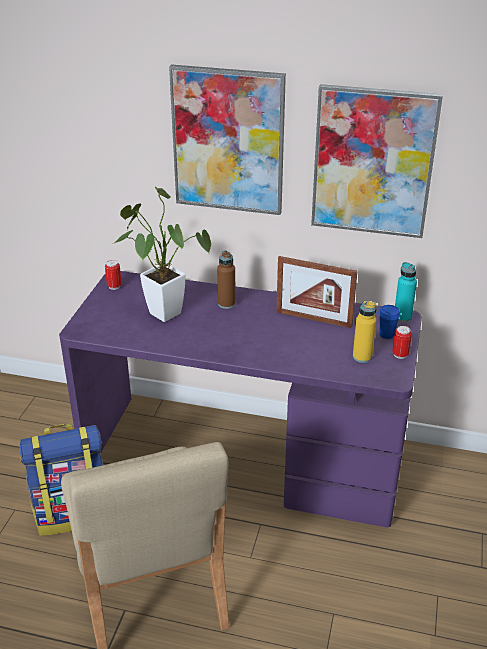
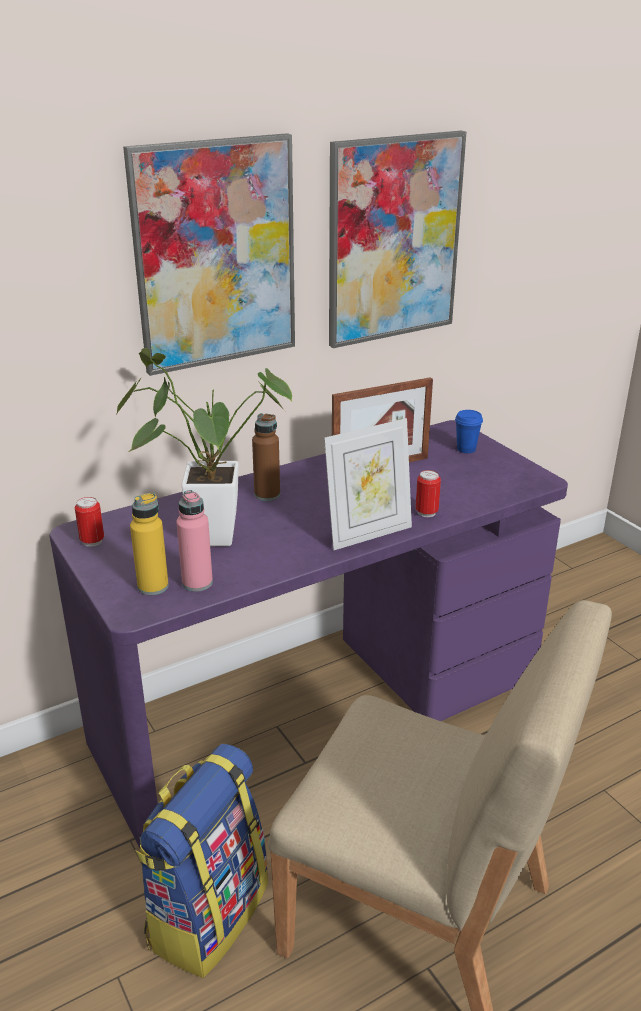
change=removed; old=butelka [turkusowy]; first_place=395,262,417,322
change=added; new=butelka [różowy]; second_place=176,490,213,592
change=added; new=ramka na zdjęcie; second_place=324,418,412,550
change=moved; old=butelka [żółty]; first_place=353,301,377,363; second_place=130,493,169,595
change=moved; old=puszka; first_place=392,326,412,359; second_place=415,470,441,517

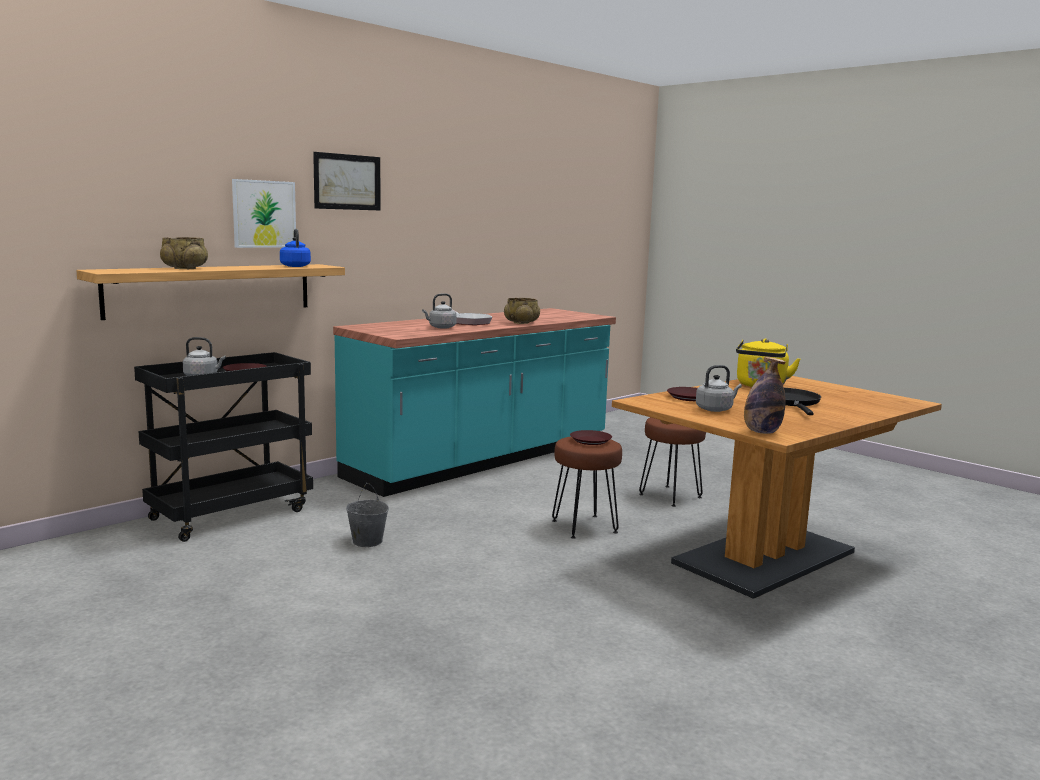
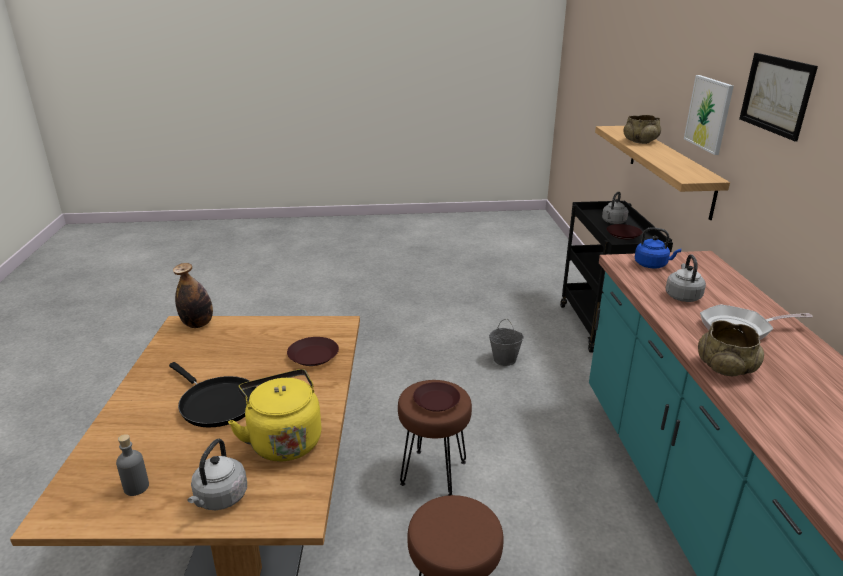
change=added; new=butelka [szary]; second_place=116,434,149,496
change=moved; old=czajnik [niebieski]; first_place=280,229,311,267; second_place=635,227,681,269
change=moved; old=czajnik [szary]; first_place=696,365,742,412; second_place=187,439,247,510

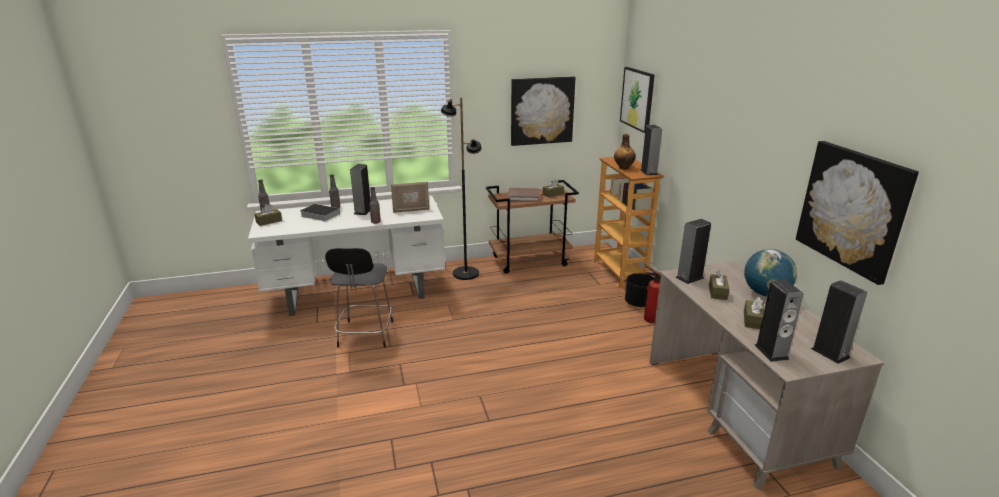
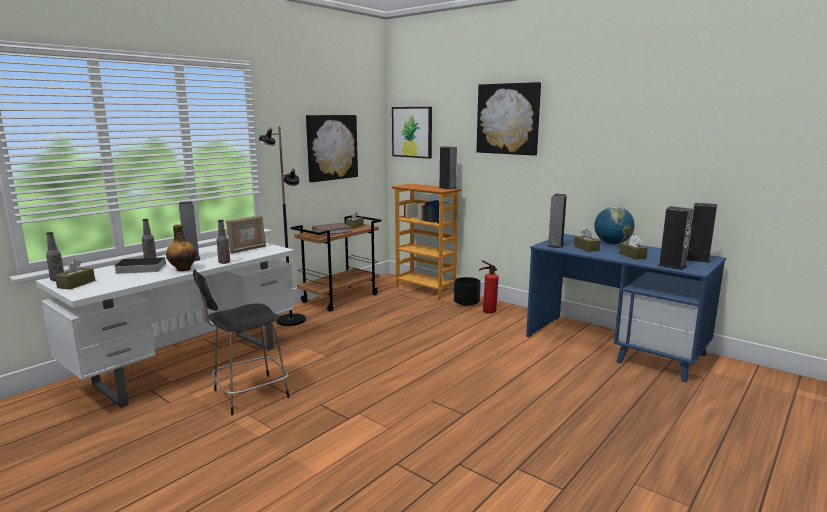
change=moved; old=butelka; first_place=614,134,636,170; second_place=166,224,197,271
change=moved; old=obraz; first_place=796,141,919,285; second_place=477,82,541,156
change=recoloured; old=biurko [beżowy]; new=biurko [niebieski]; first_place=649,261,884,490; second_place=526,234,726,382
change=turned; old=krzesło [czarny]; first_place=325,248,393,347; second_place=193,269,290,415; degrees=90

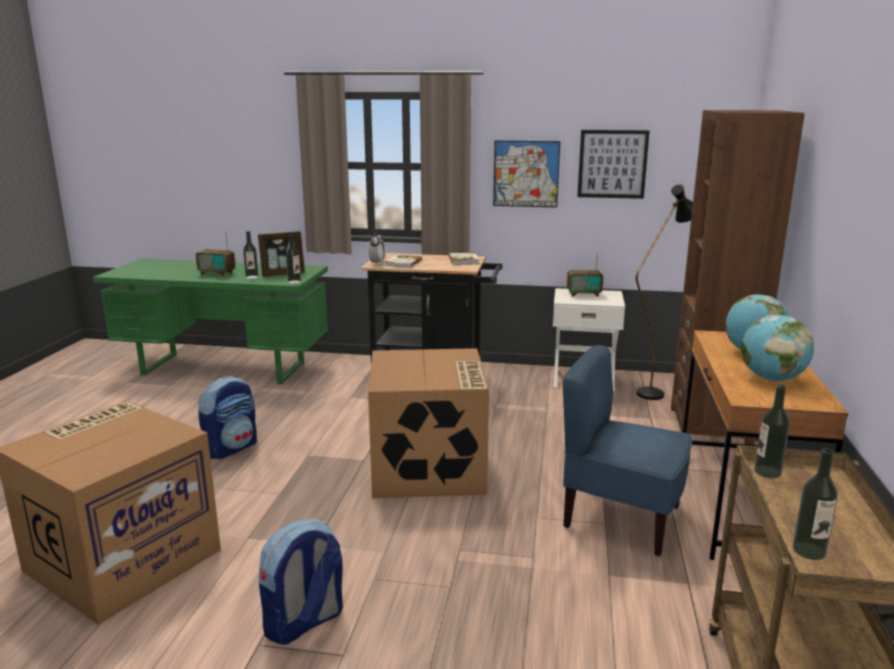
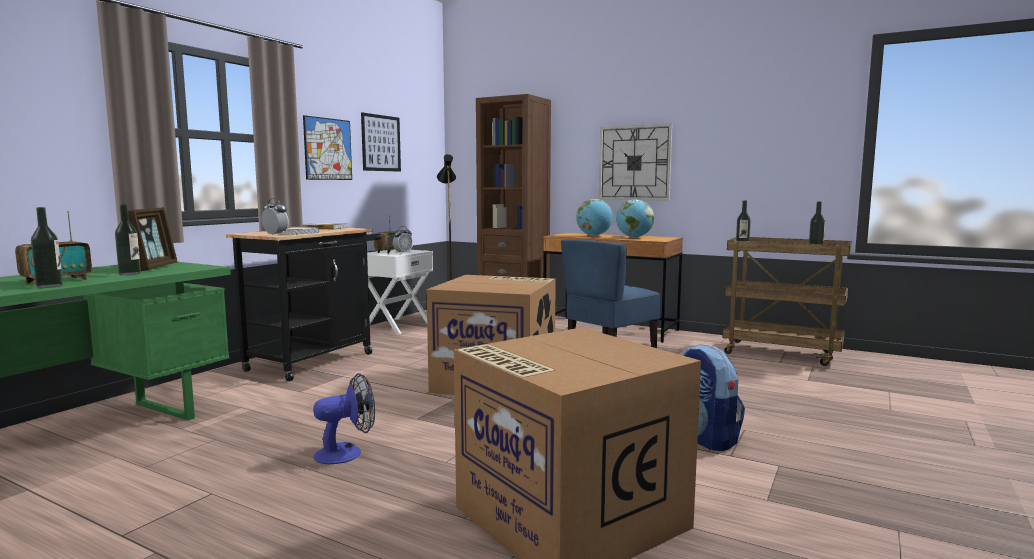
change=added; new=budzik; second_place=393,226,413,253
change=added; new=zegar ścienny; second_place=599,124,672,201
change=moved; old=butelka; first_place=286,235,301,284; second_place=31,207,63,288
change=replaced; old=plecak; new=wentylator; first_place=198,376,257,459; second_place=313,373,375,464

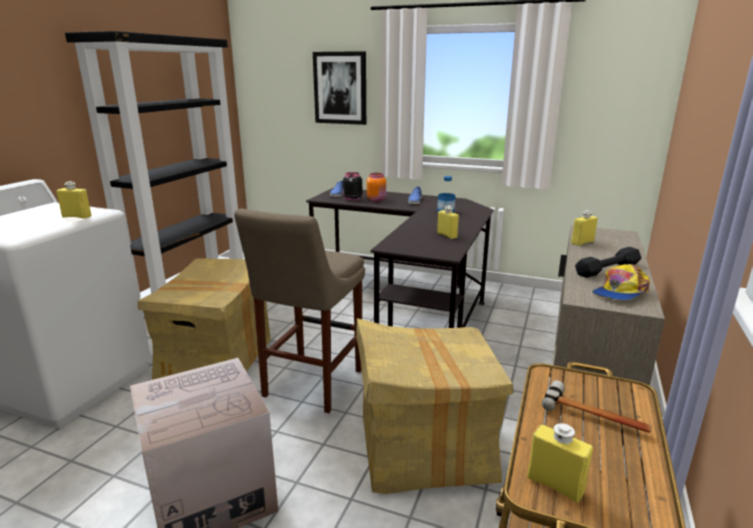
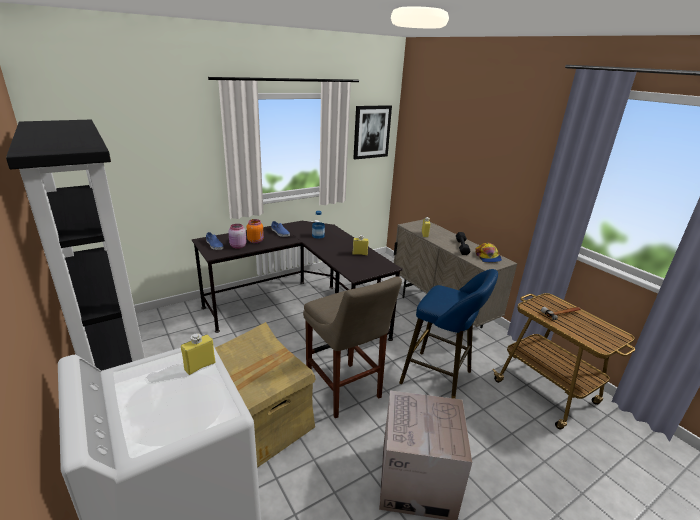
change=removed; old=butelka [żółty]; first_place=527,423,593,503
change=moved; old=obraz; first_place=313,51,366,125; second_place=353,105,392,159
change=replaced; old=karton; new=stołek [niebieski]; first_place=356,318,514,494; second_place=399,269,498,399
change=recoloured; old=słoik [czarny]; new=słoik [różowy]; first_place=343,172,362,201; second_place=228,224,246,249

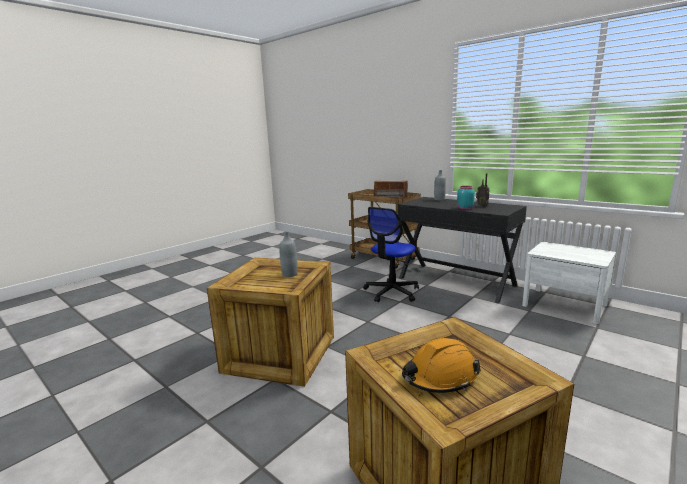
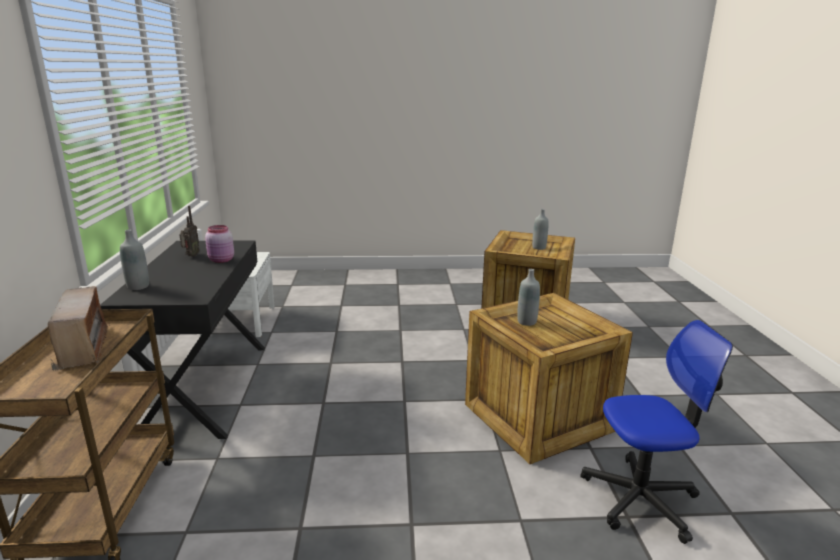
change=moved; old=krzesło biurowe; first_place=363,207,419,302; second_place=580,320,733,544
change=replaced; old=kask [pomarańczowy]; new=butelka [szary]; first_place=402,338,481,393; second_place=532,209,549,250
change=recoloured; old=słoik [turkusowy]; new=słoik [różowy]; first_place=457,186,475,210; second_place=205,225,234,263

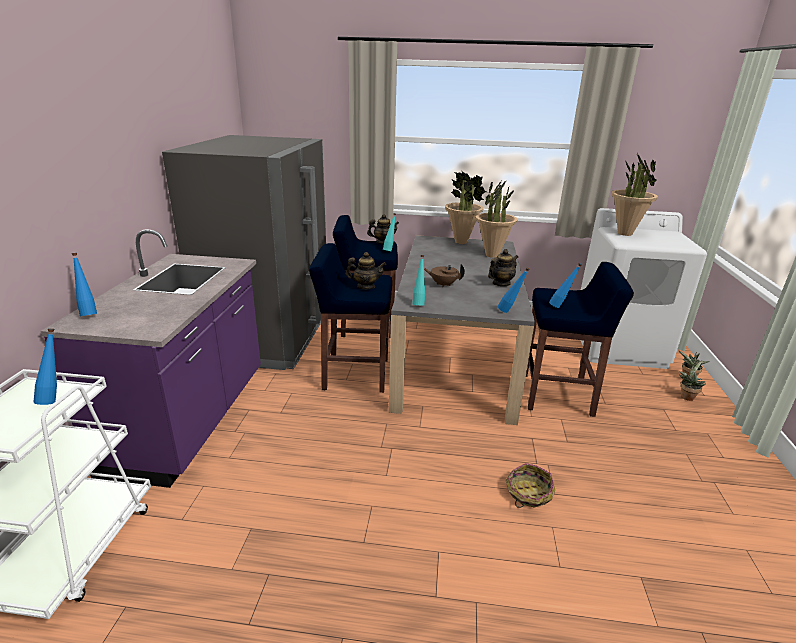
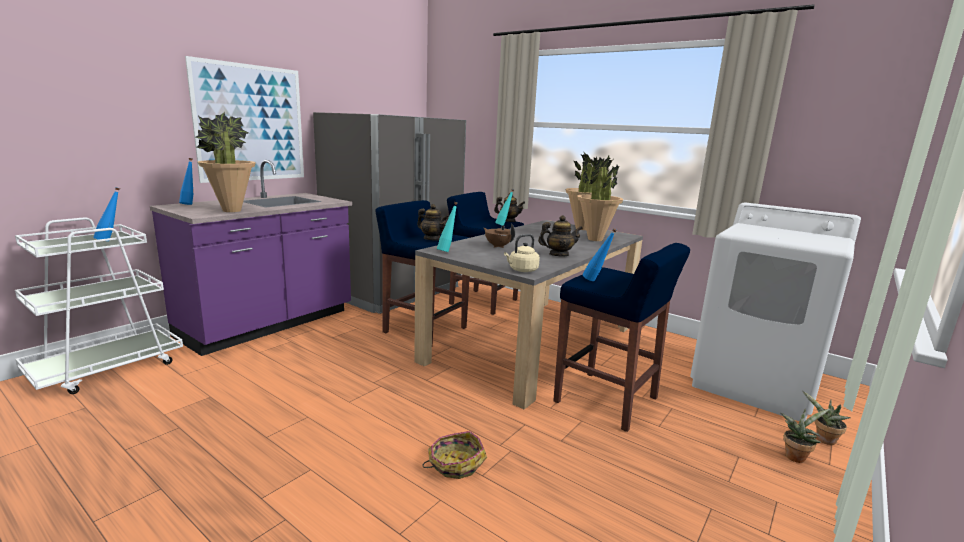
change=added; new=obraz; second_place=185,56,304,183
change=moved; old=roślina doniczkowa; first_place=611,153,658,236; second_place=195,112,256,212
change=replaced; old=butelka [niebieski]; new=czajnik [beżowy]; first_place=497,267,530,313; second_place=504,234,540,272

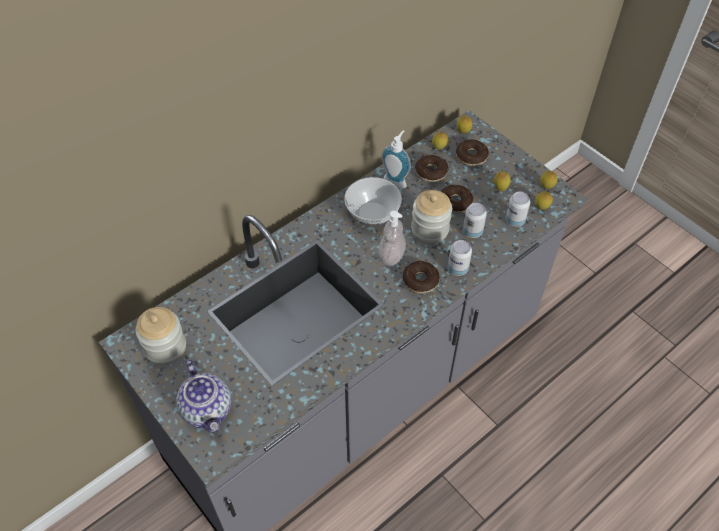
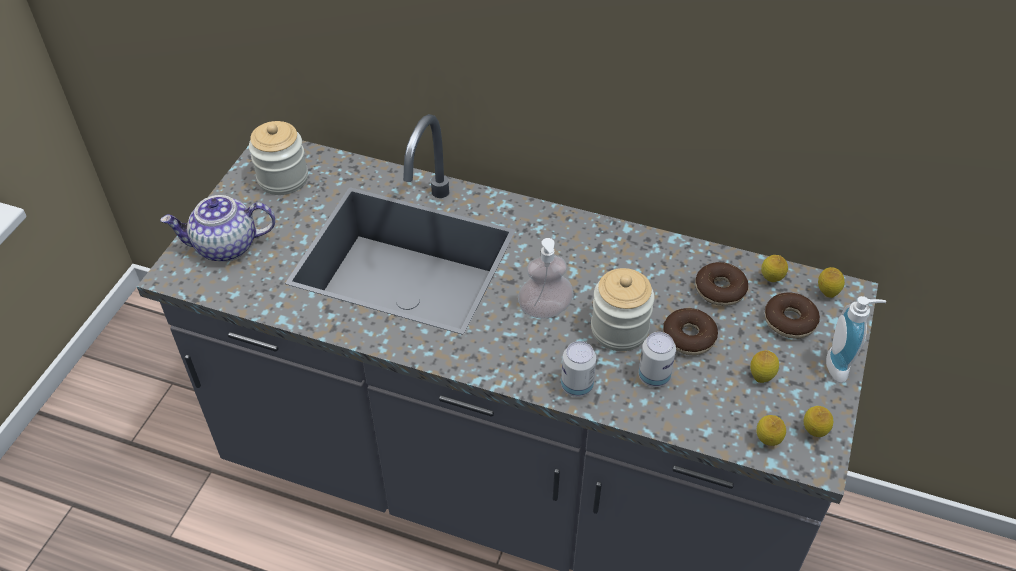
change=removed; old=miska; first_place=344,177,402,226
change=removed; old=donut; first_place=403,261,440,294
change=removed; old=puszka; first_place=506,191,530,227
change=moved; old=dozownik mydła; first_place=381,130,411,189; second_place=826,296,886,383
change=turned; old=imbryk; first_place=176,360,231,433; second_place=160,195,275,262; degrees=45

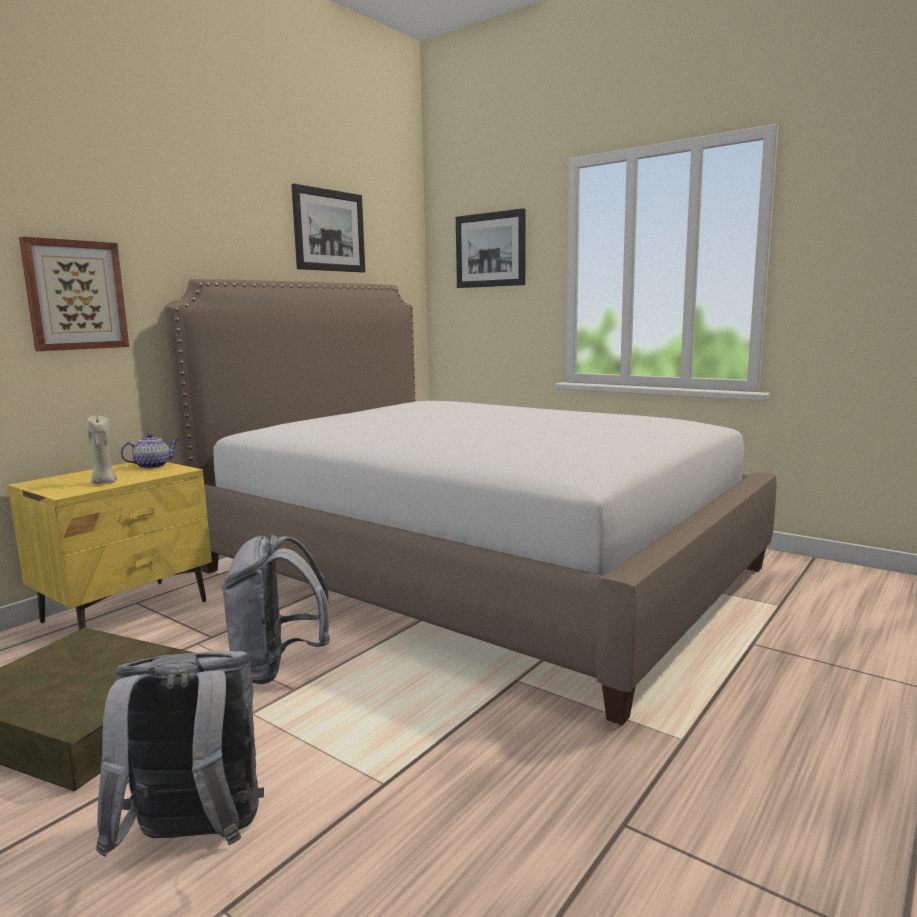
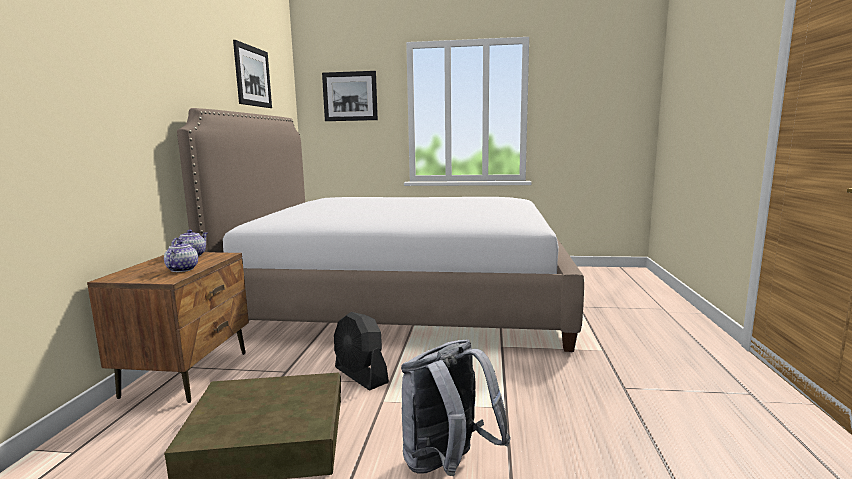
change=removed; old=obraz; first_place=19,237,129,351
change=replaced; old=świeca [beżowy]; new=imbryk; first_place=87,416,117,484; second_place=164,240,198,272
change=replaced; old=plecak [szary]; new=wentylator [czarny]; first_place=221,534,330,684; second_place=334,312,389,390
change=recoloured; old=szafka nocna [żółty]; new=szafka nocna [brązowy]; first_place=8,462,212,630; second_place=87,252,249,403

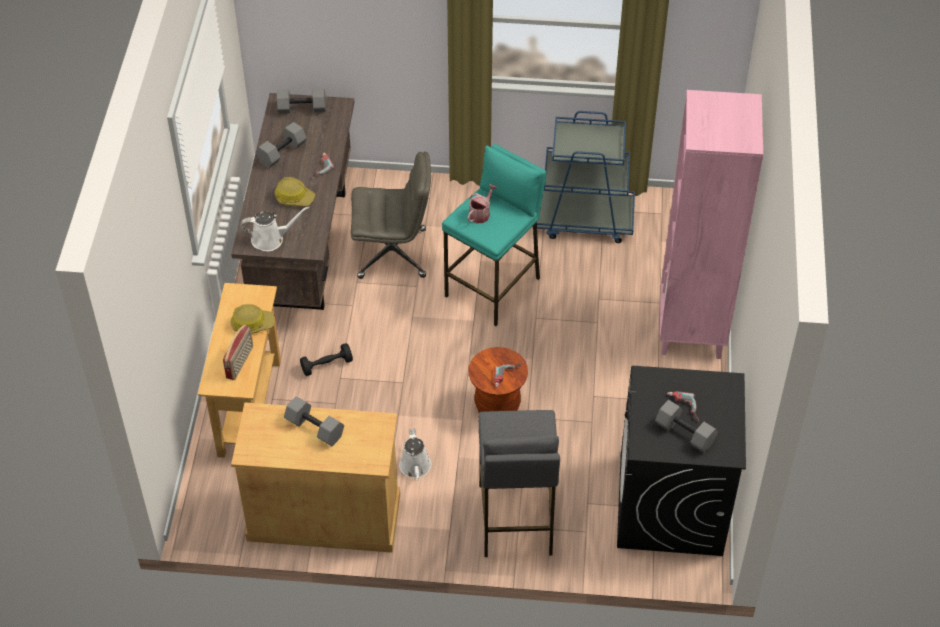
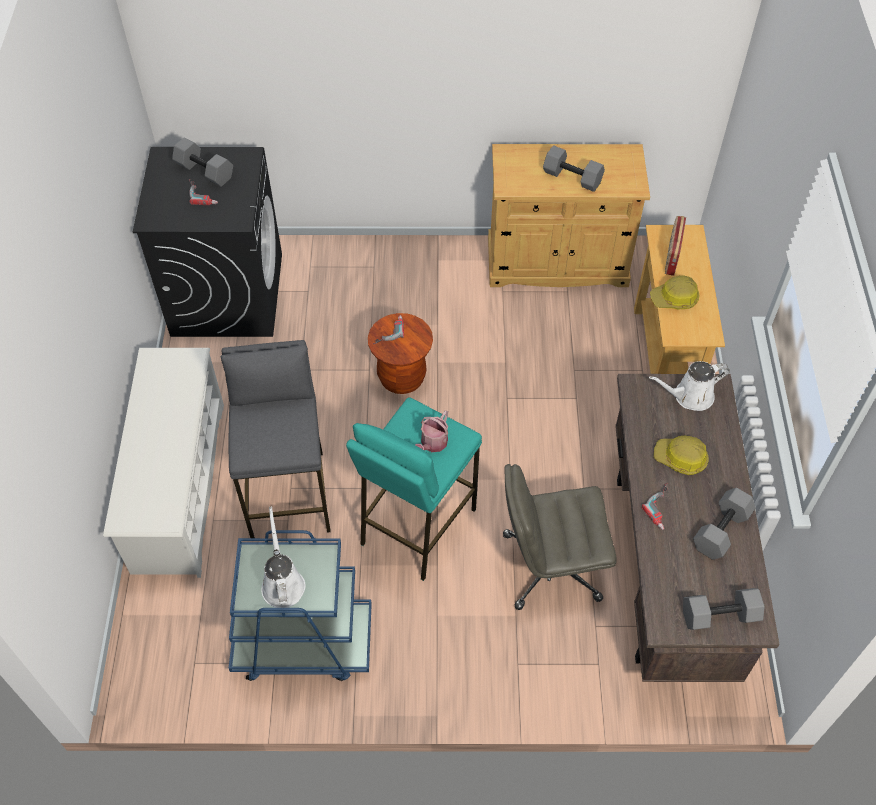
change=removed; old=hantel [czarny]; first_place=300,343,353,376
change=moved; old=konewka [biały]; first_place=399,429,431,481; second_place=261,506,305,608
change=moved; old=stołek [szary]; first_place=478,410,560,557; second_place=221,340,331,538
change=replaced; old=regał [różowy]; new=regał na buty [biały]; first_place=660,90,763,359; second_place=103,348,224,578

